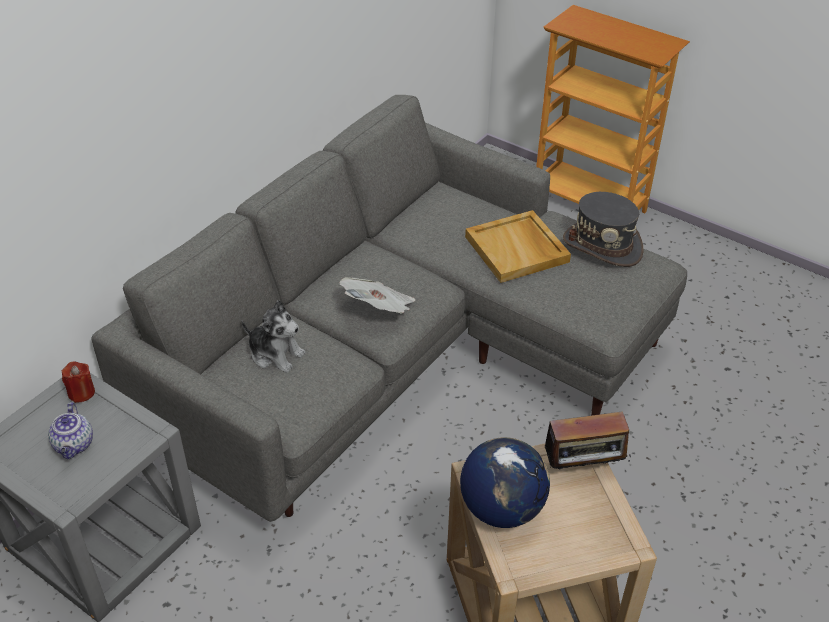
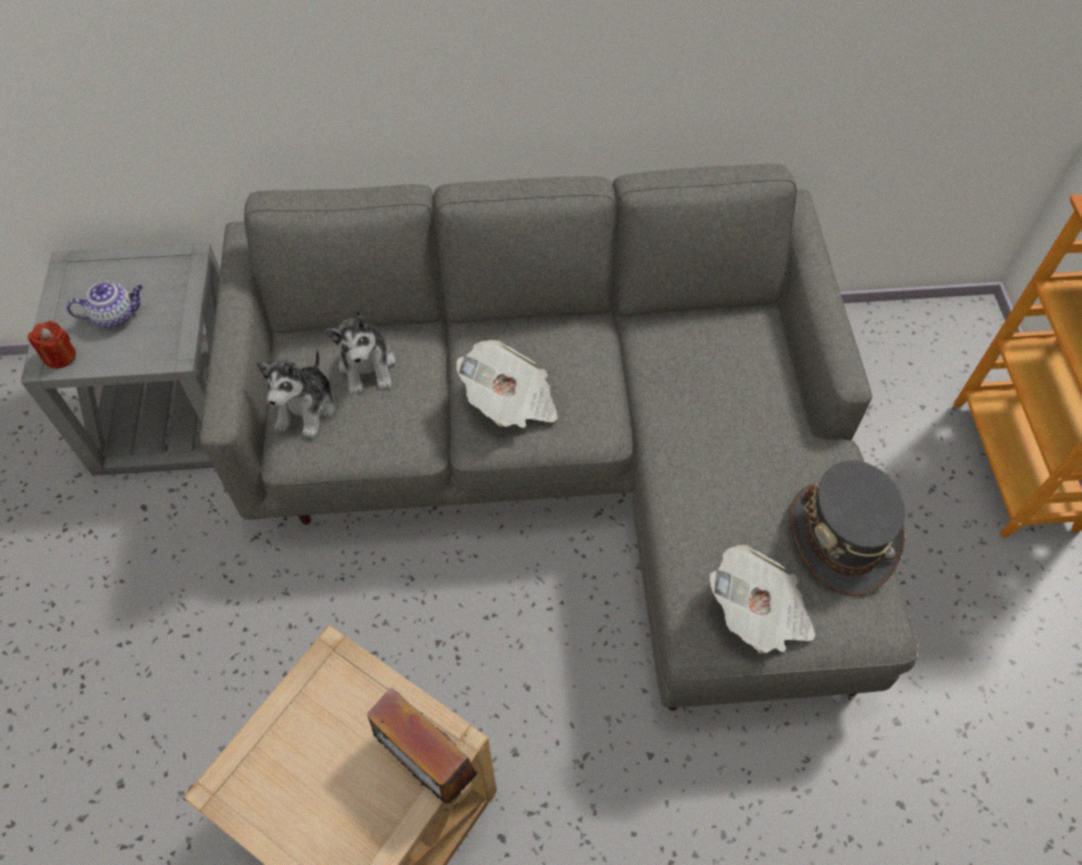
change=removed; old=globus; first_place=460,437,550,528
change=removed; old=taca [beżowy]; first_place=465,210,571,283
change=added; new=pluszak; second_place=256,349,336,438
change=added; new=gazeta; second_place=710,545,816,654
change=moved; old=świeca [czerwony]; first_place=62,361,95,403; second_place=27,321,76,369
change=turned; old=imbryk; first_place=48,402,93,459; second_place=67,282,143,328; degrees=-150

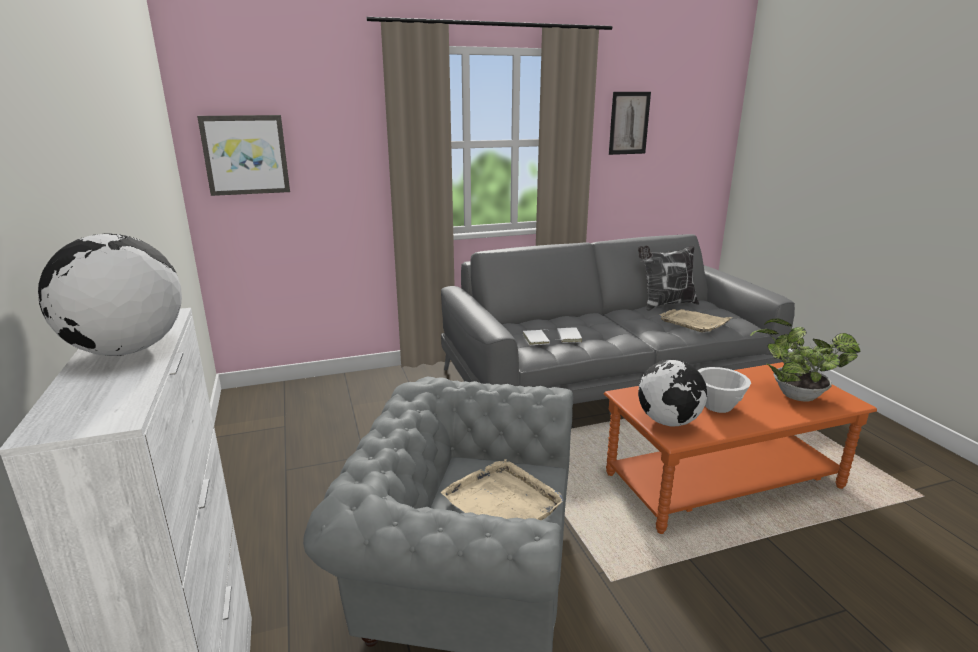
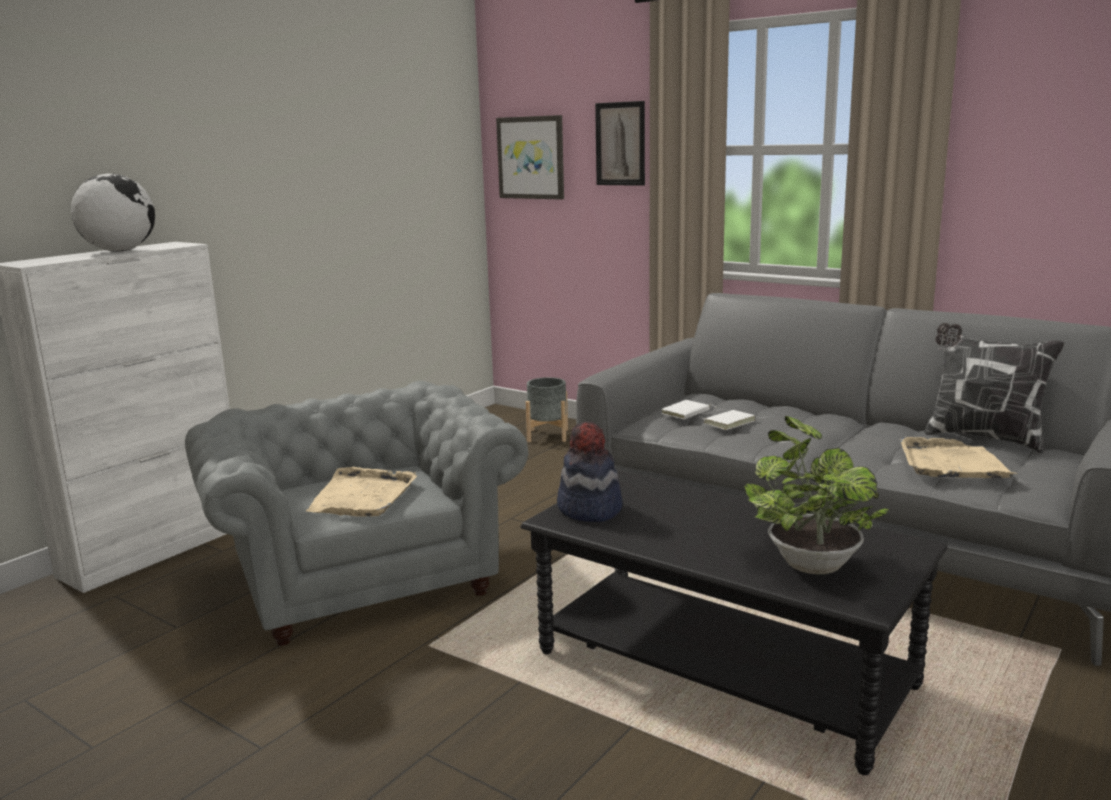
change=removed; old=miska [biały]; first_place=698,367,751,413
change=added; new=donica [szary]; second_place=526,377,568,442
change=moved; old=obraz; first_place=609,92,651,155; second_place=595,101,645,186
change=replaced; old=globus; new=kapelusz; first_place=638,360,707,426; second_place=557,421,623,522
change=recoloured; old=ława [pomarańczowy]; new=ława [czarny]; first_place=604,362,877,534; second_place=520,470,948,775

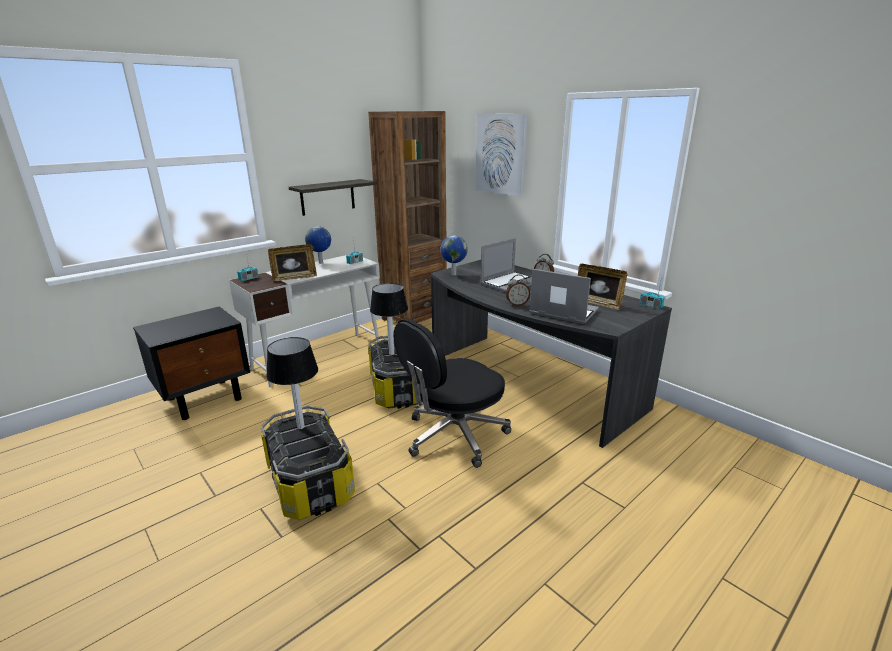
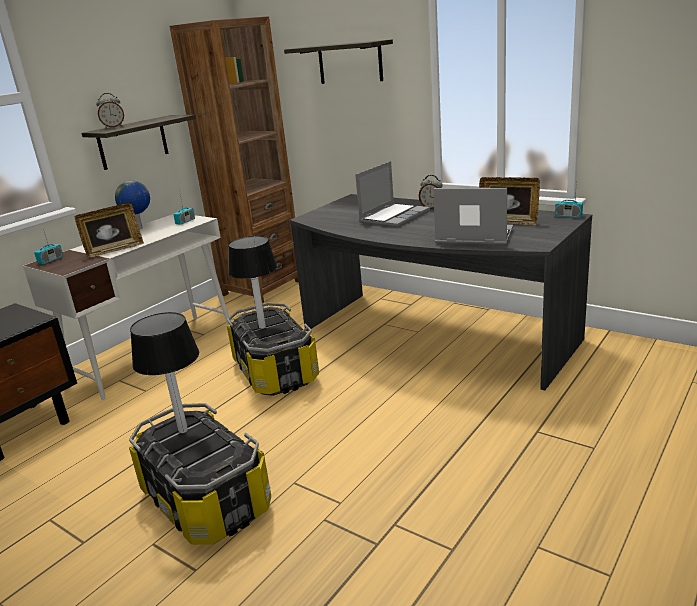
change=removed; old=krzesło biurowe [czarny]; first_place=394,318,511,468
change=removed; old=globus; first_place=440,236,468,275
change=moved; old=budzik; first_place=506,274,530,306; second_place=96,93,124,129
change=replaced; old=obraz; new=półka; first_place=476,114,528,197; second_place=284,39,393,84

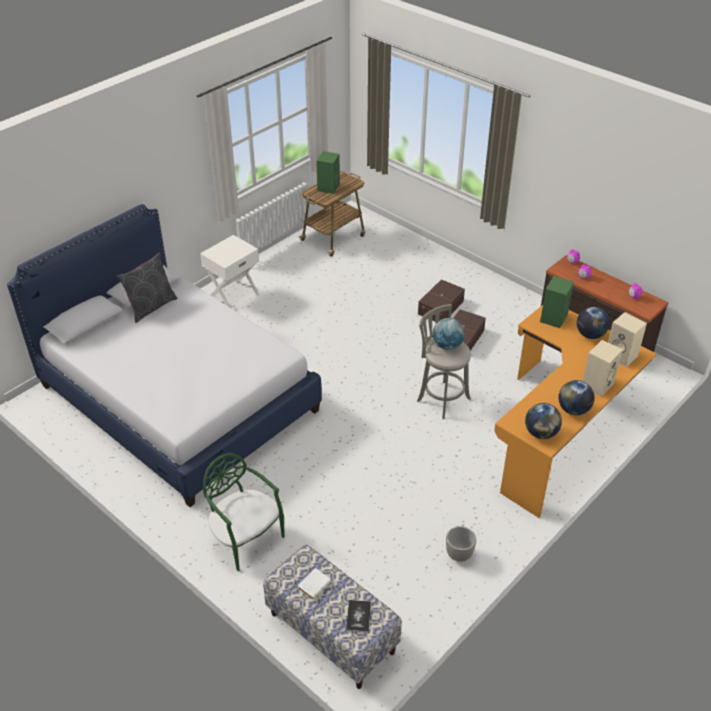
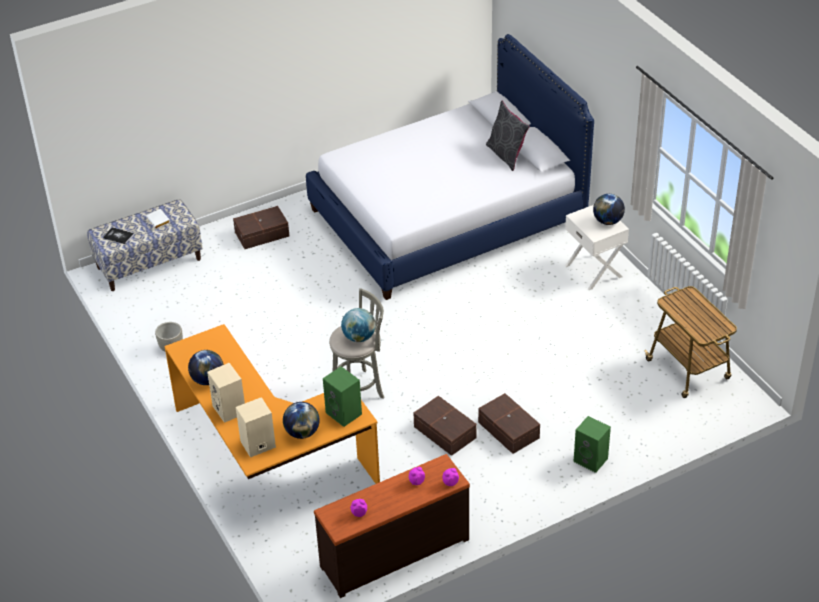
change=moved; old=głośnik [zielony]; first_place=316,151,340,194; second_place=574,416,611,473
change=moved; old=globus; first_place=525,403,562,439; second_place=593,194,625,225
change=replaced; old=krzesło [zielony]; new=pojemnik do przechowywania [brązowy]; first_place=203,453,285,571; second_place=233,206,289,249

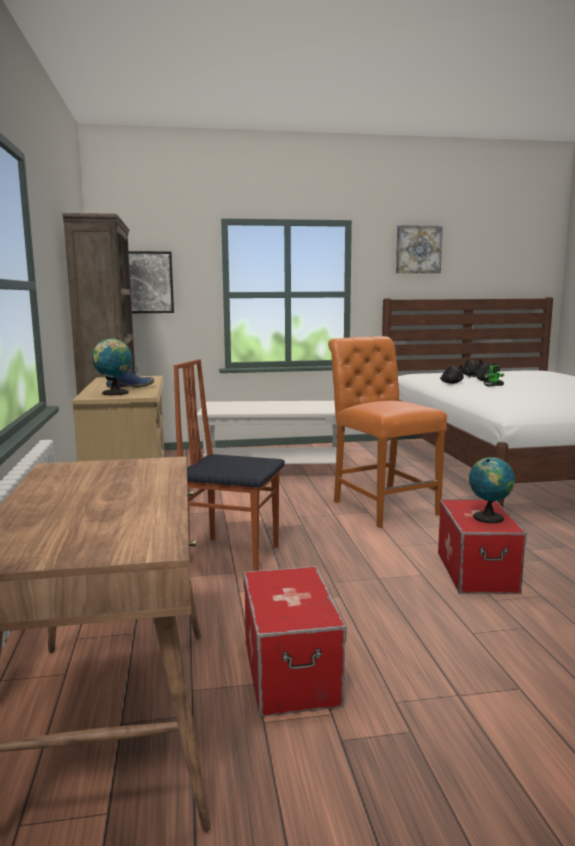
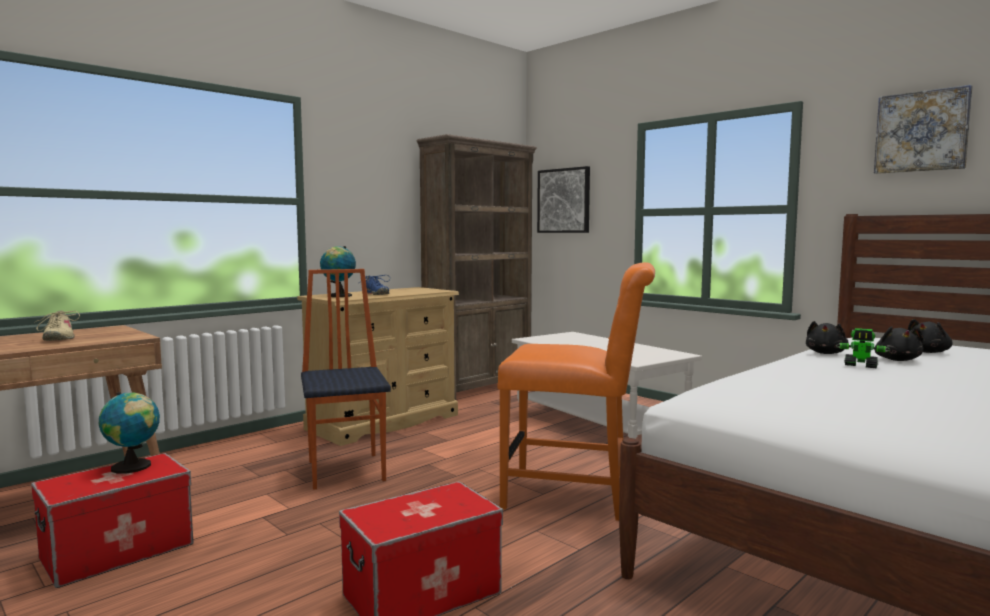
change=added; new=but [beżowy]; second_place=34,310,80,341
change=moved; old=globus; first_place=469,457,515,523; second_place=99,392,160,474
change=turned; old=krzesło [pomarańczowy]; first_place=328,336,447,528; second_place=498,262,655,521; degrees=75

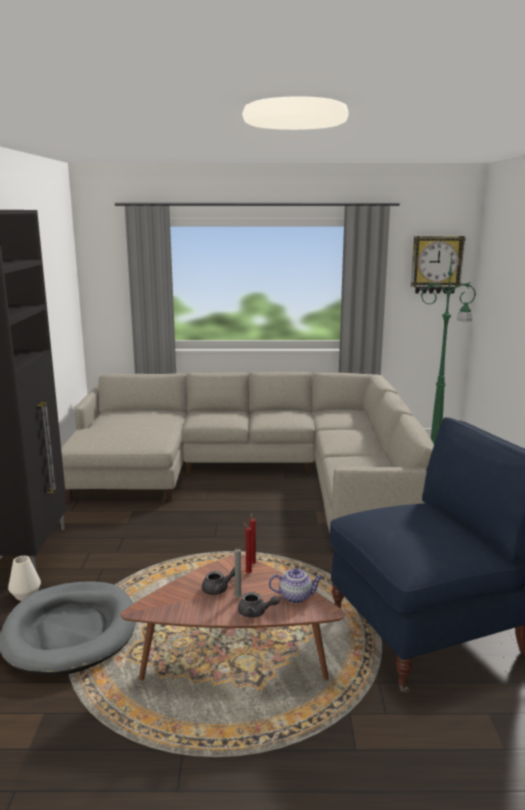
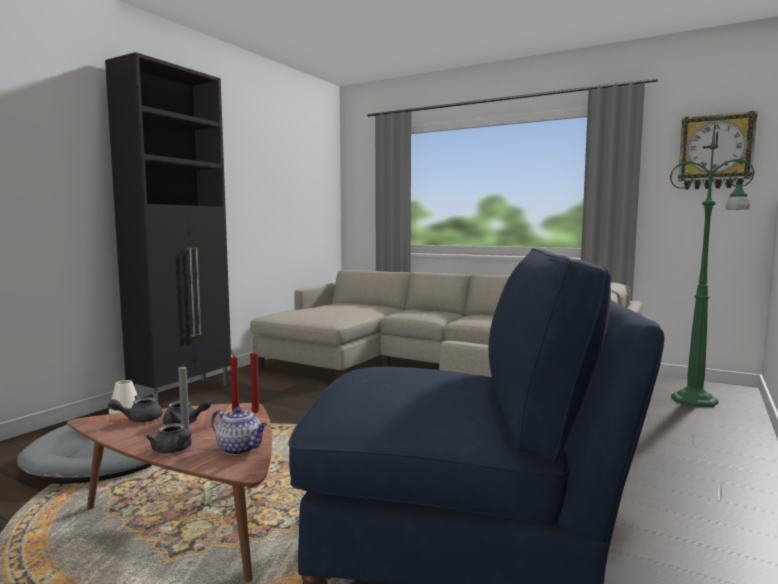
change=added; new=imbryk [szary]; second_place=108,395,163,422

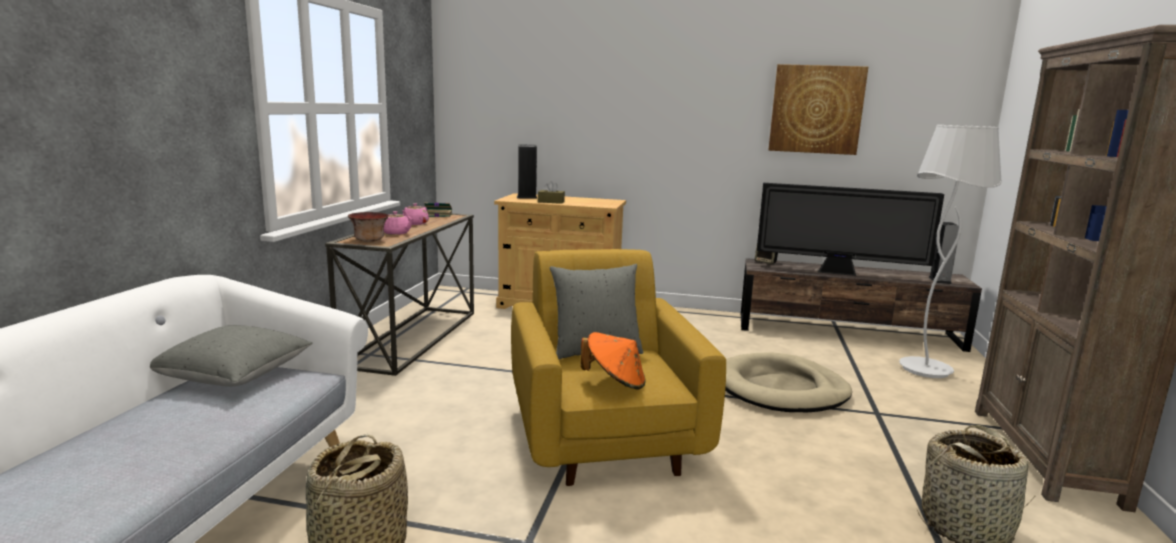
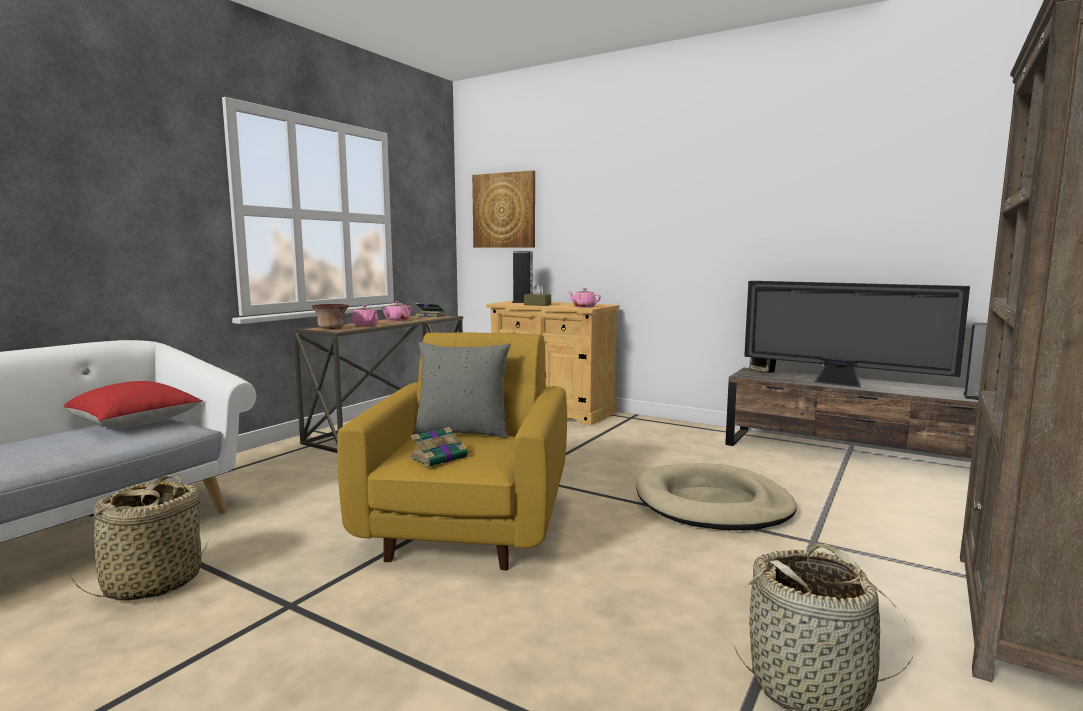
change=removed; old=lampa stojąca [biały]; first_place=899,125,1002,378
change=added; new=imbryk [różowy]; second_place=567,288,601,307
change=moved; old=obraz; first_place=768,64,868,155; second_place=472,170,535,247
change=replaced; old=kapelusz [pomarańczowy]; new=książka; first_place=580,332,646,389; second_place=410,427,471,467
change=recoloured; old=poduszka [szary]; new=poduszka [czerwony]; first_place=150,325,313,386; second_place=64,381,203,428

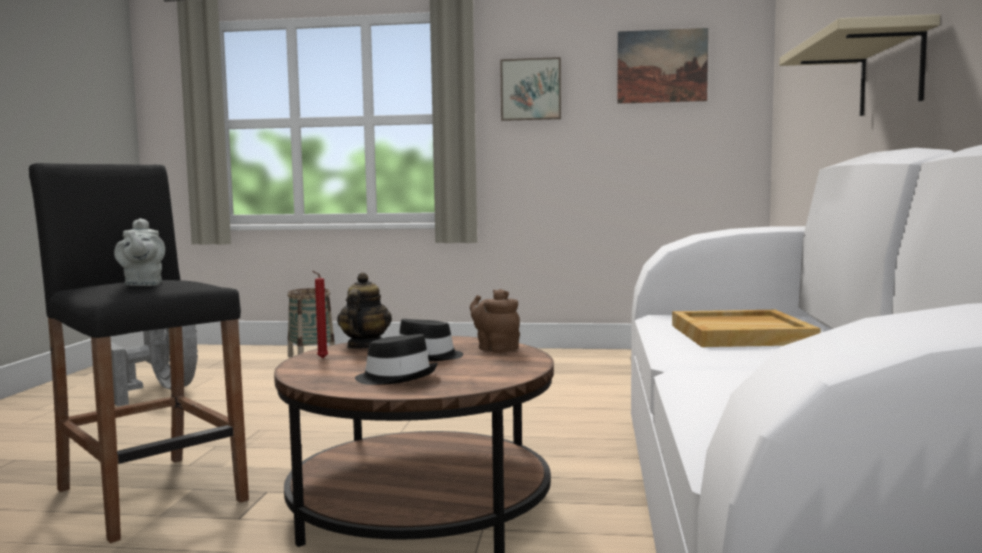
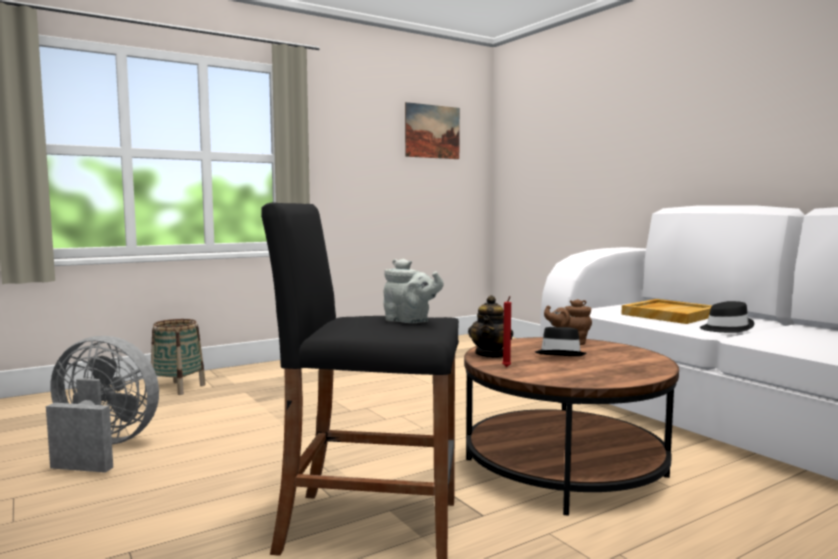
change=removed; old=obraz; first_place=500,57,561,121
change=removed; old=półka [beżowy]; first_place=779,14,940,116
change=moved; old=kapelusz [czarny]; first_place=355,334,438,385; second_place=700,301,755,333
change=turned; old=imbryk; first_place=337,272,392,349; second_place=468,295,513,358; degrees=-135

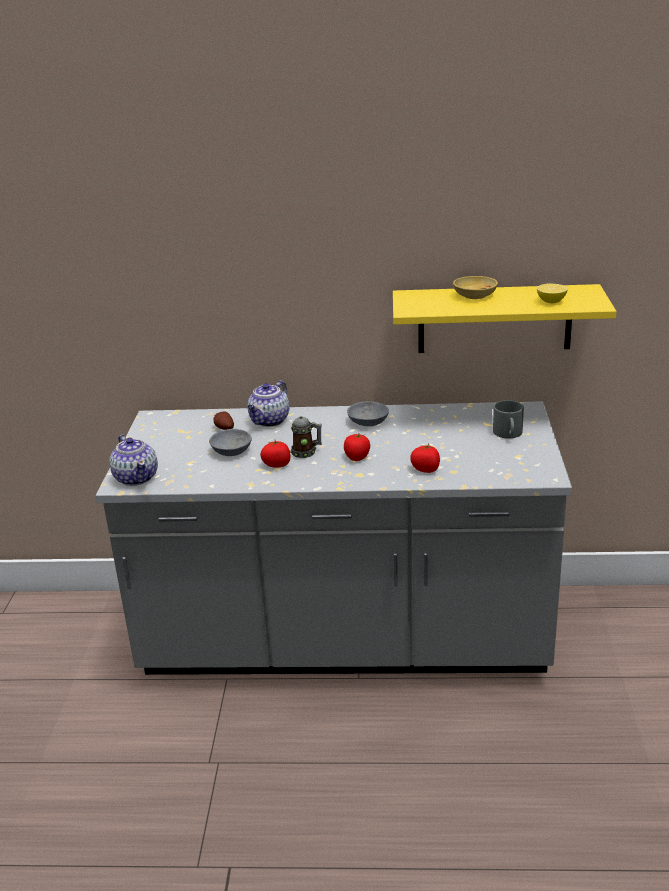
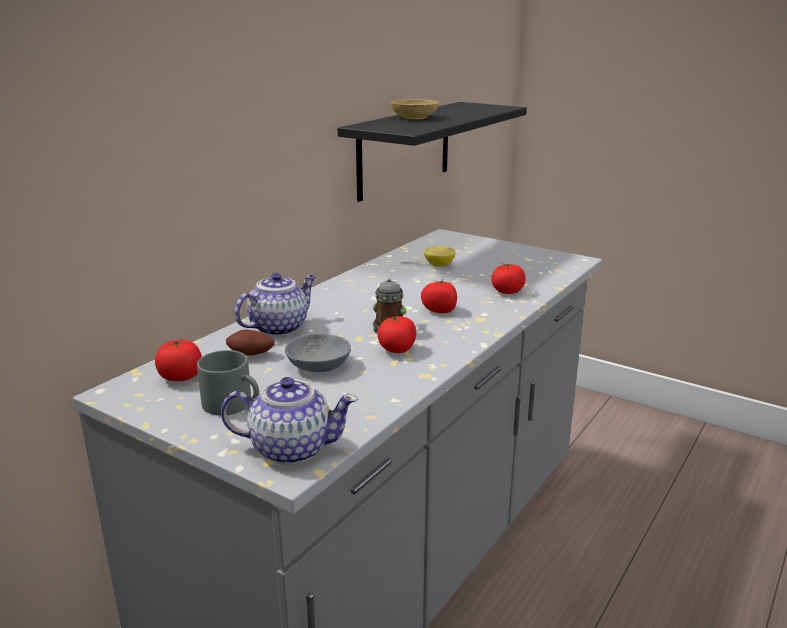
change=removed; old=miska [szary]; first_place=347,401,389,426
change=added; new=pomidor; second_place=155,338,202,381
change=moved; old=kubek [szary]; first_place=493,400,524,439; second_place=197,350,259,415
change=moved; old=cytryna; first_place=537,284,568,303; second_place=424,246,456,267
change=recoloured; old=półka [żółty]; new=półka [czarny]; first_place=393,284,616,353; second_place=338,102,527,202
change=turned; old=imbryk; first_place=247,380,290,427; second_place=234,273,315,336; degrees=-105

